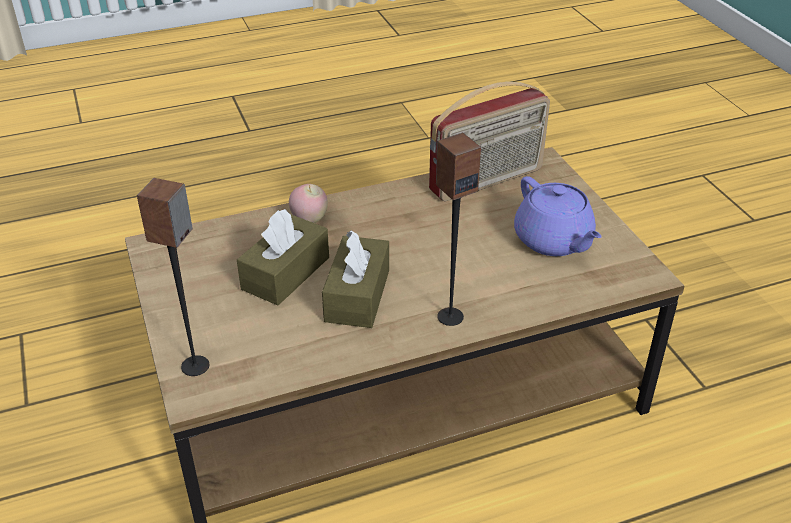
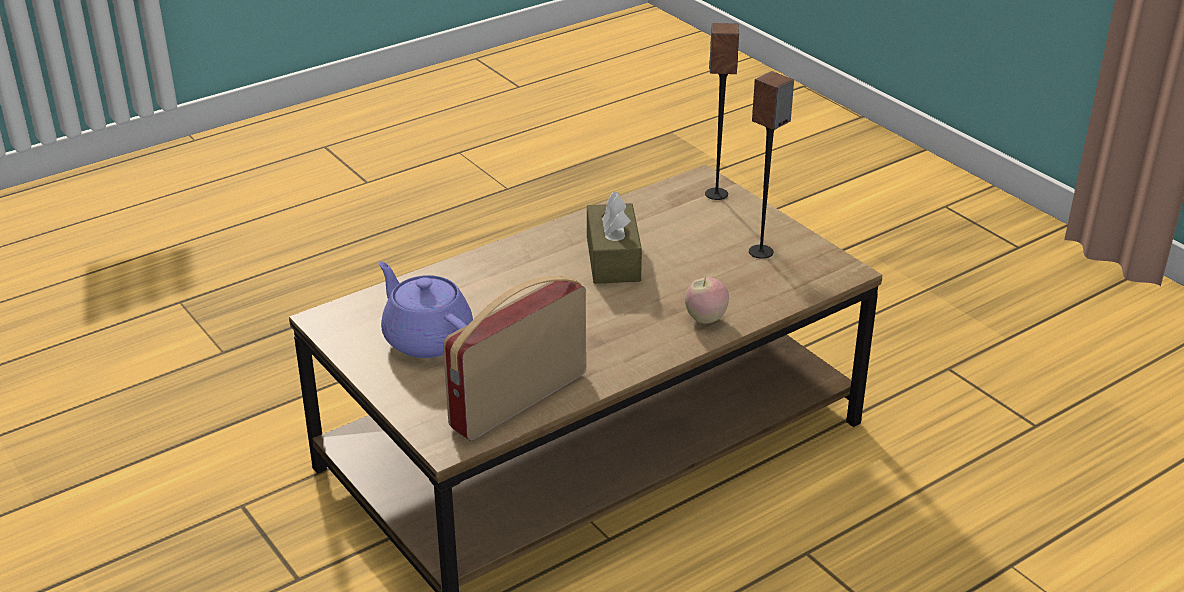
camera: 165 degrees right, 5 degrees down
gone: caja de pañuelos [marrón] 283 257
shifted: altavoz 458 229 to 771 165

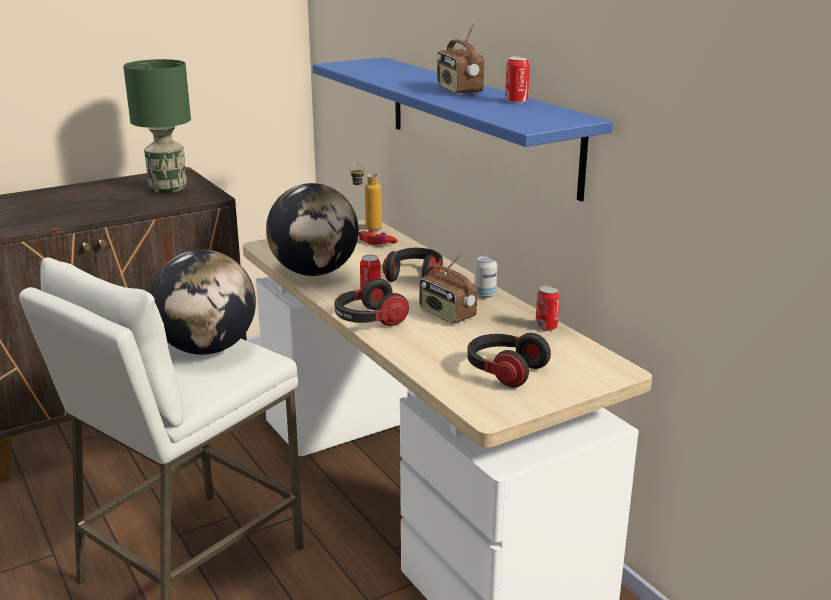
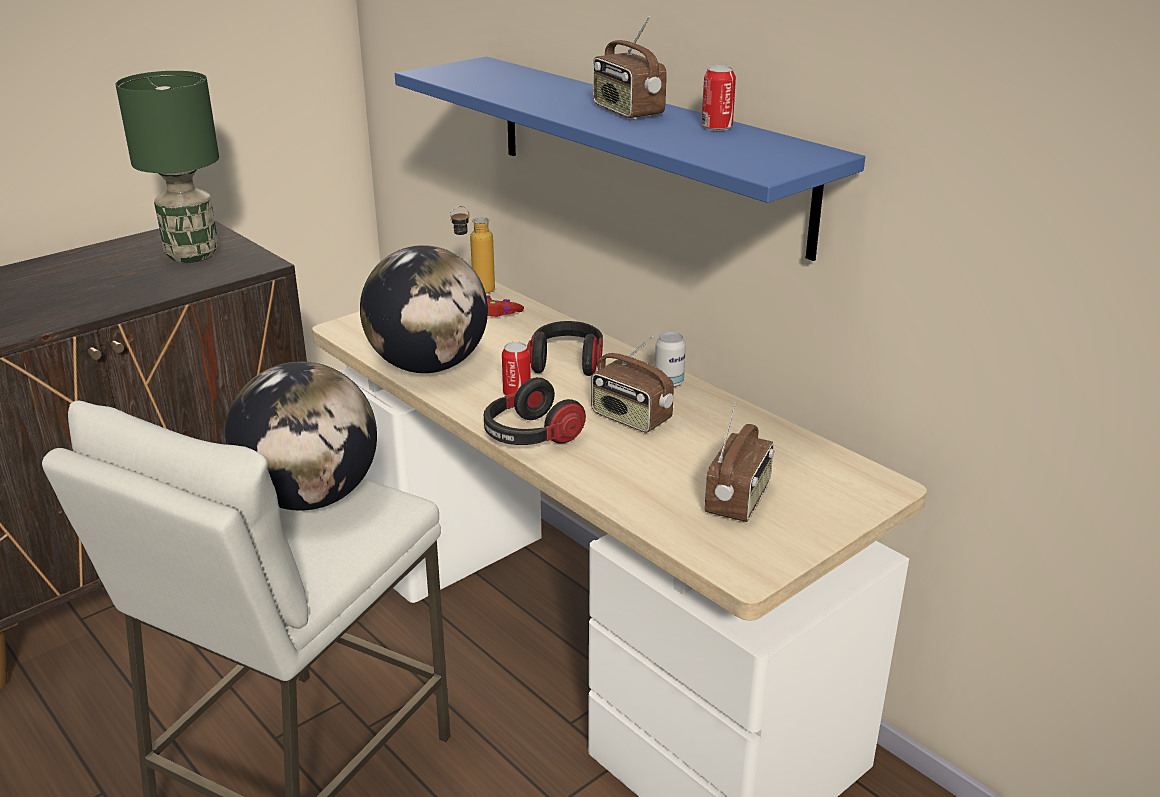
camera: 10 degrees left, 5 degrees up
gone: lata 547 308
swapped: auriculares 509 360 to radio 739 462

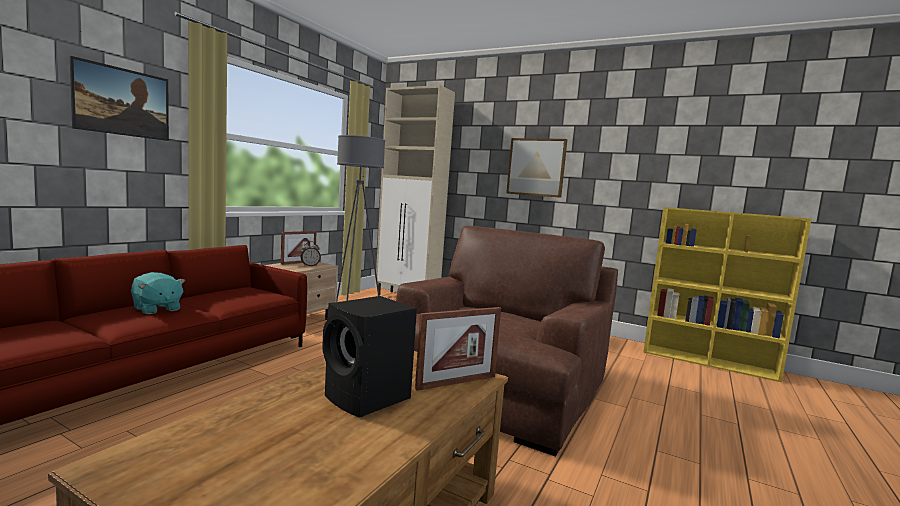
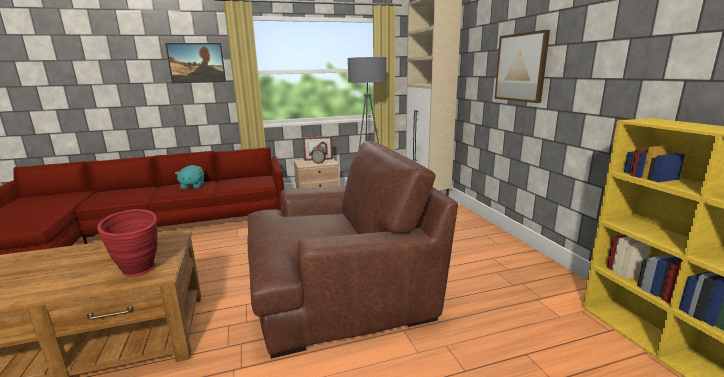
camera: 45 degrees right, 10 degrees up
gone: altavoz [negro] 369 357
swapped: portarretratos 458 349 to florero [rojo] 127 243

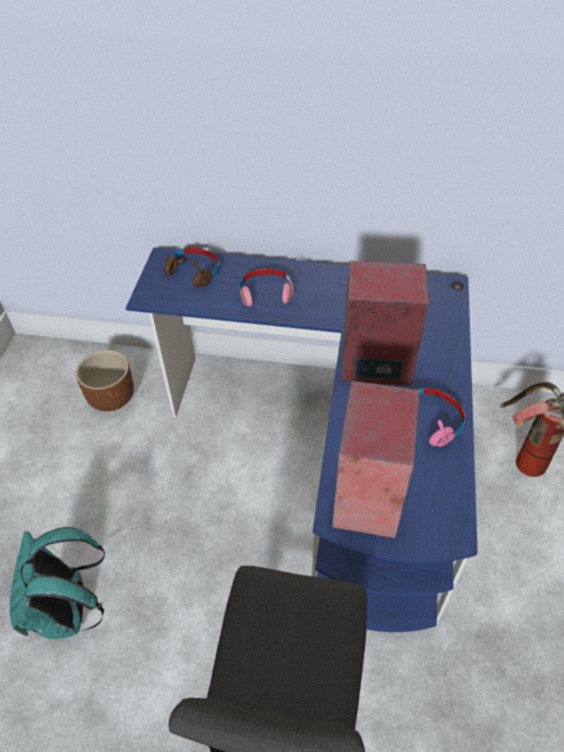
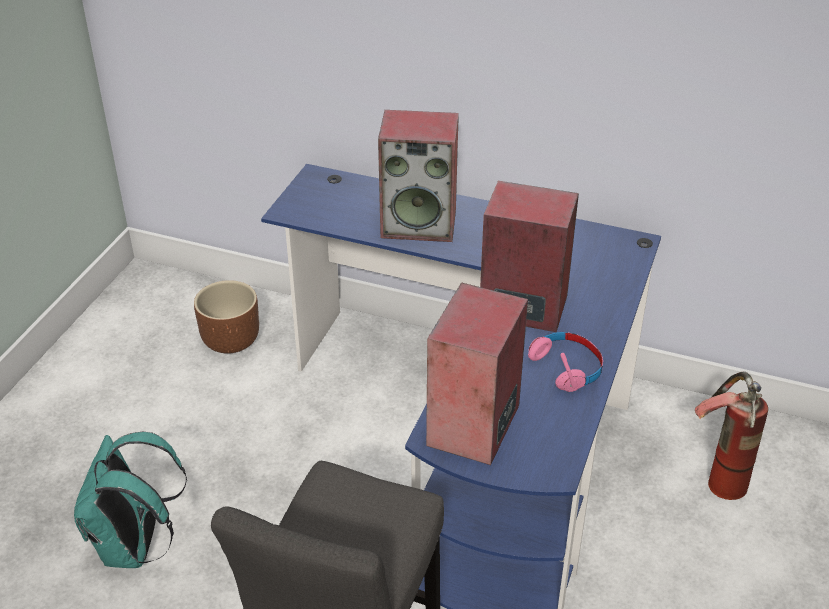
camera: 10 degrees right, 10 degrees down
gone: auriculares [marrón] 191 267
swapped: auriculares [rosa] 265 287 to altavoz 418 176

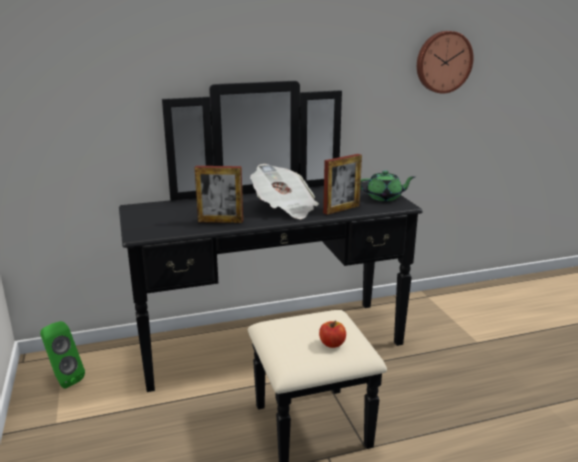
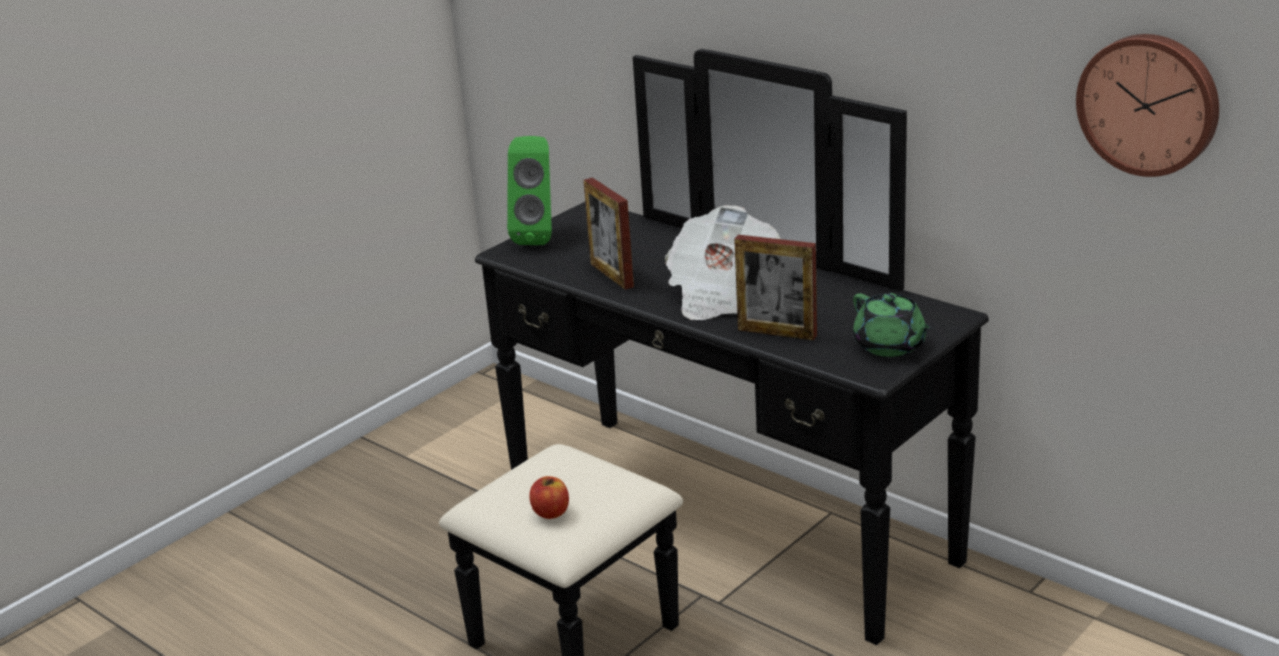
camera: 60 degrees right, 5 degrees up
shifted: altavoz [verde] 62 354 to 529 190

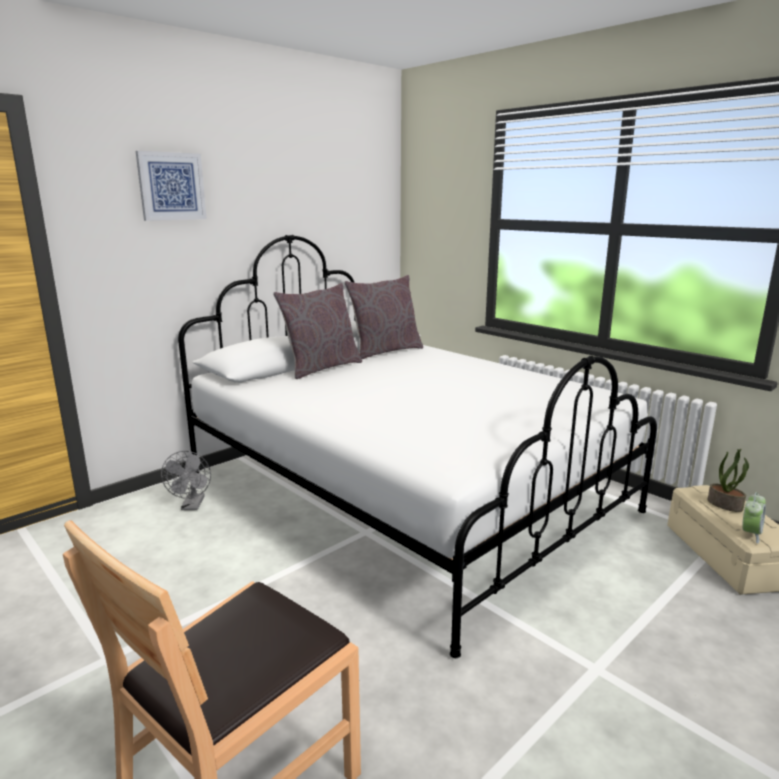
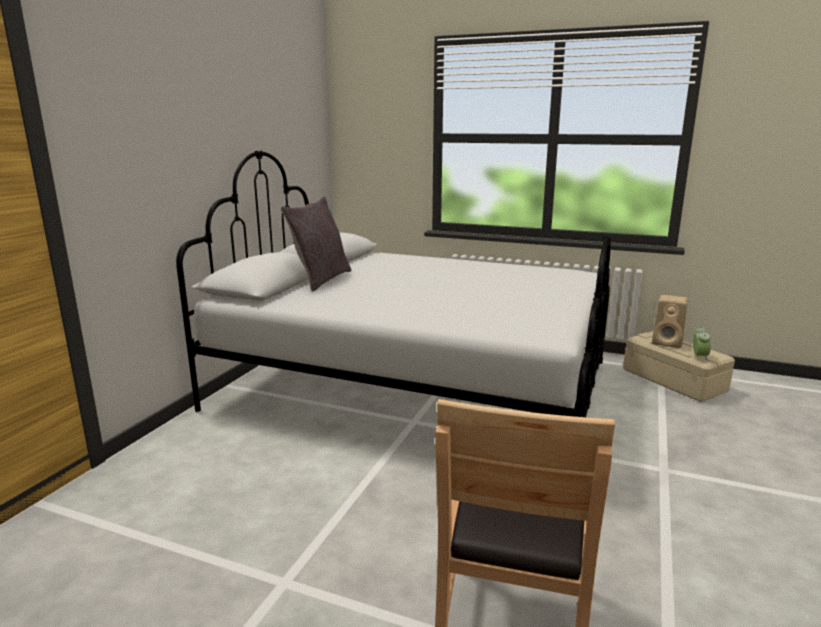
camera: 25 degrees left, 0 degrees up
gone: cuadro 171 186; ventilador [gris] 186 480; cojín [gris] 383 317
swapped: planta en maceta 728 480 to altavoz [beis] 670 321

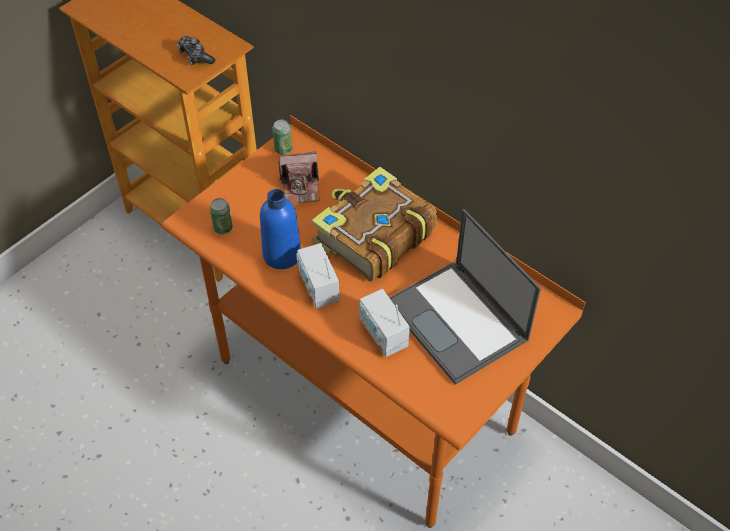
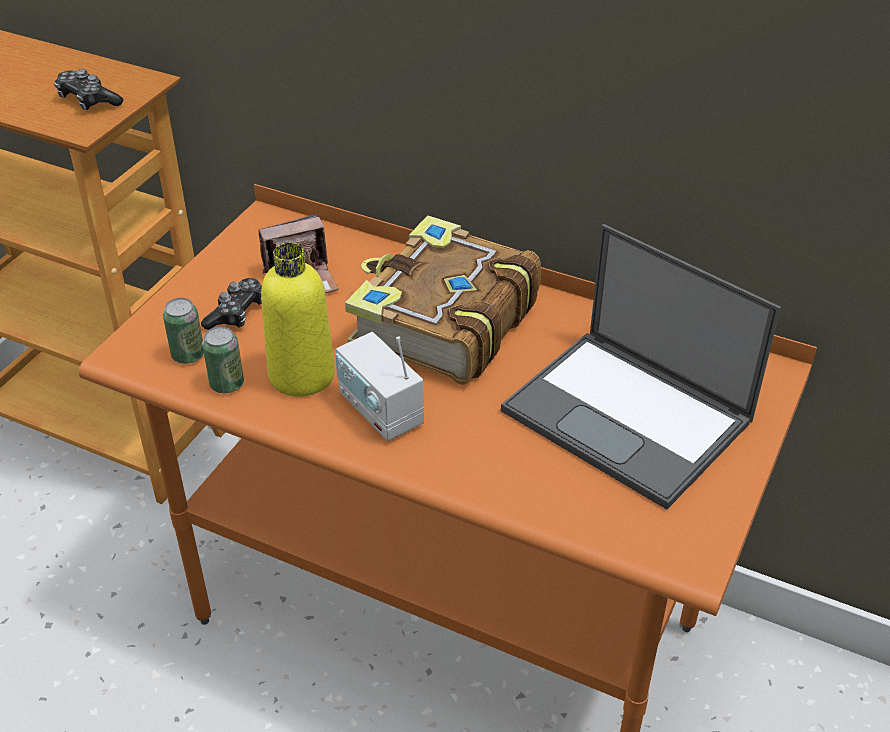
camera: 15 degrees left, 10 degrees down
gone: radio 384 323
new: mando de consola 231 304
shifted: lata 282 137 to 223 359
repainted: botella [azul] 280 229 to botella [amarillo] 298 319

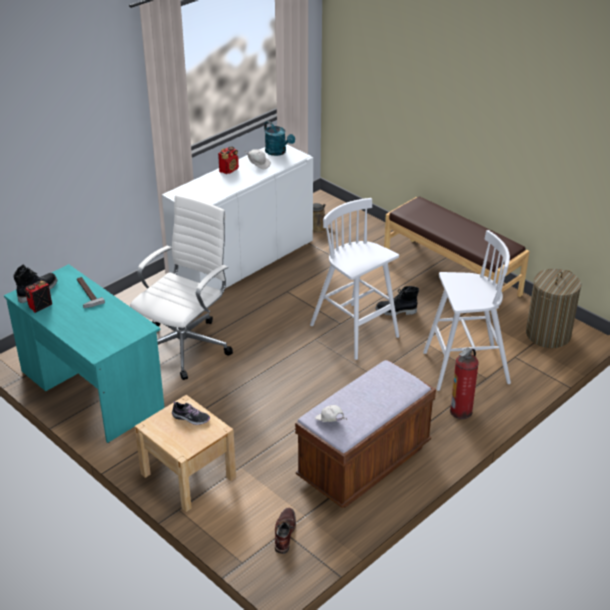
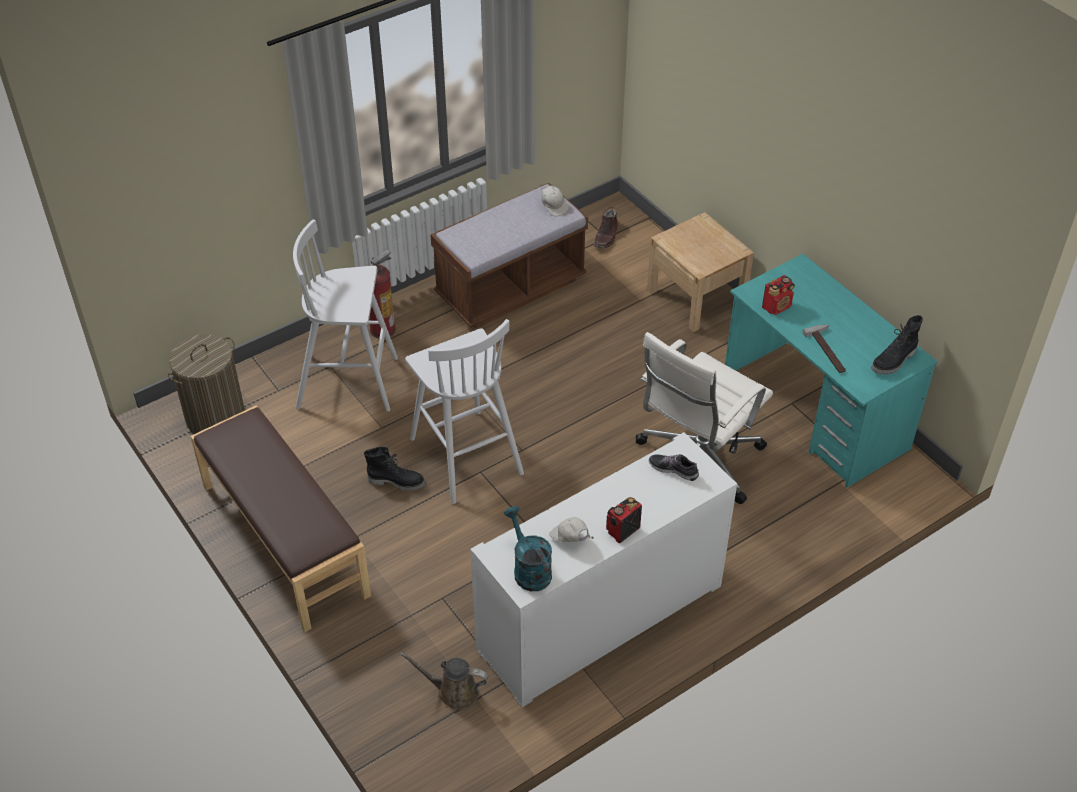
camera: 170 degrees left, 10 degrees up
shifted: radio 38 296 to 778 295; zapato 191 413 to 674 467

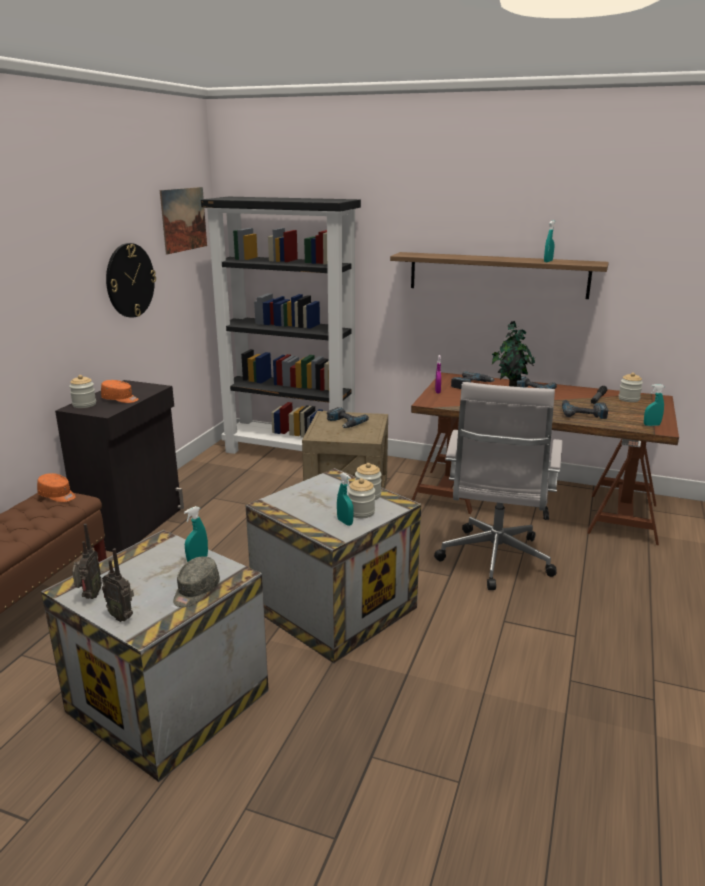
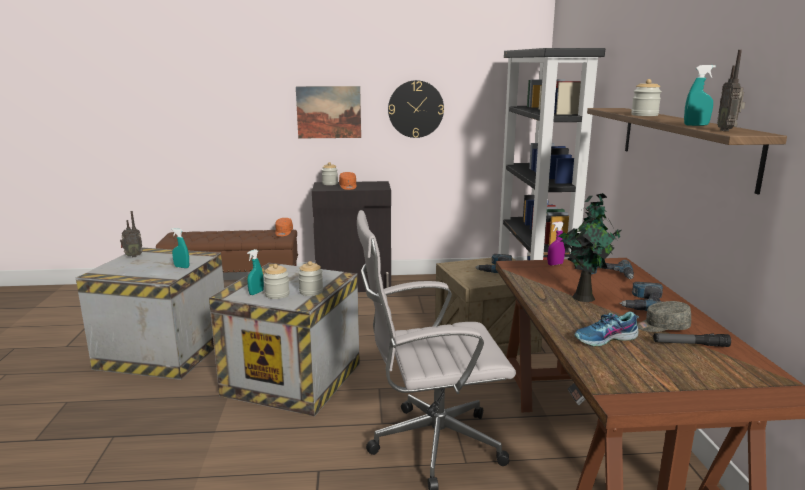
camera: 65 degrees right, 5 degrees down
gone: pulverizador [turquesa] 654 405
shifted: radio 118 585 to 731 90; cuadro 183 221 to 328 112; gorra [gris] 196 581 to 664 316; tarro 631 387 to 646 97
swapped: taladro 585 409 to zapato 606 329

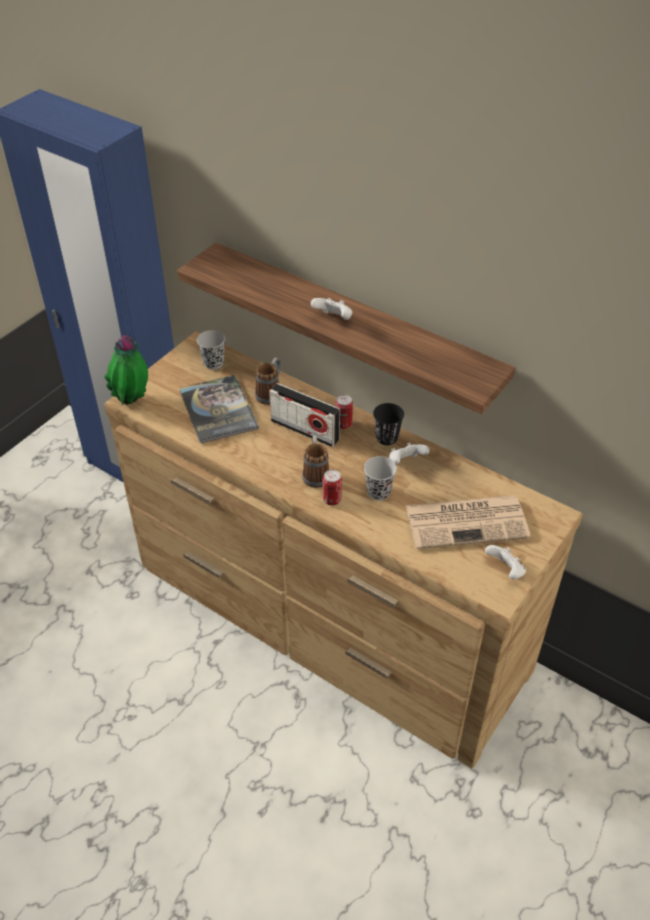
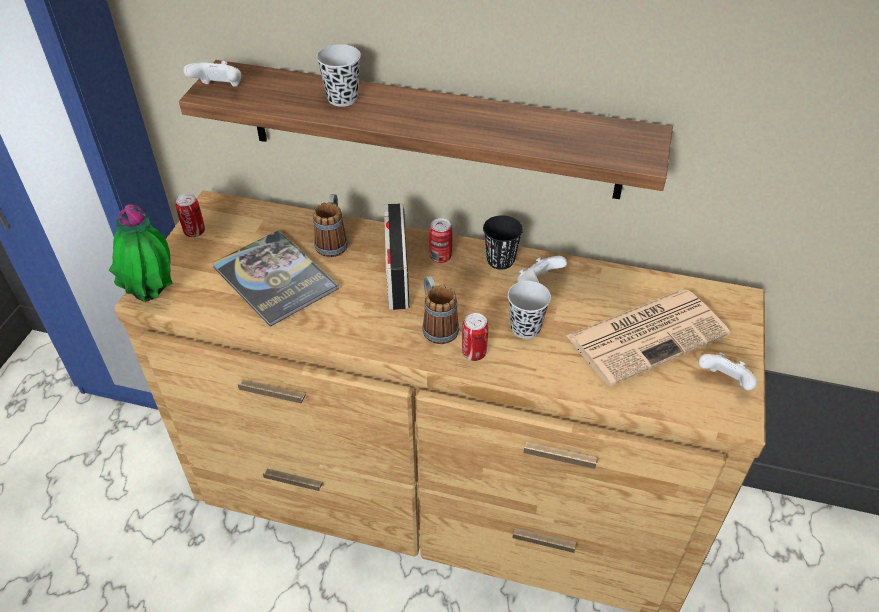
camera: 20 degrees left, 0 degrees up
new: lata 190 215
shifted: taza [negro] 211 350 to 338 75; mando de consola [blanco] 332 309 to 212 74
rotated: radio 304 415 = 396 257 75 degrees clockwise

